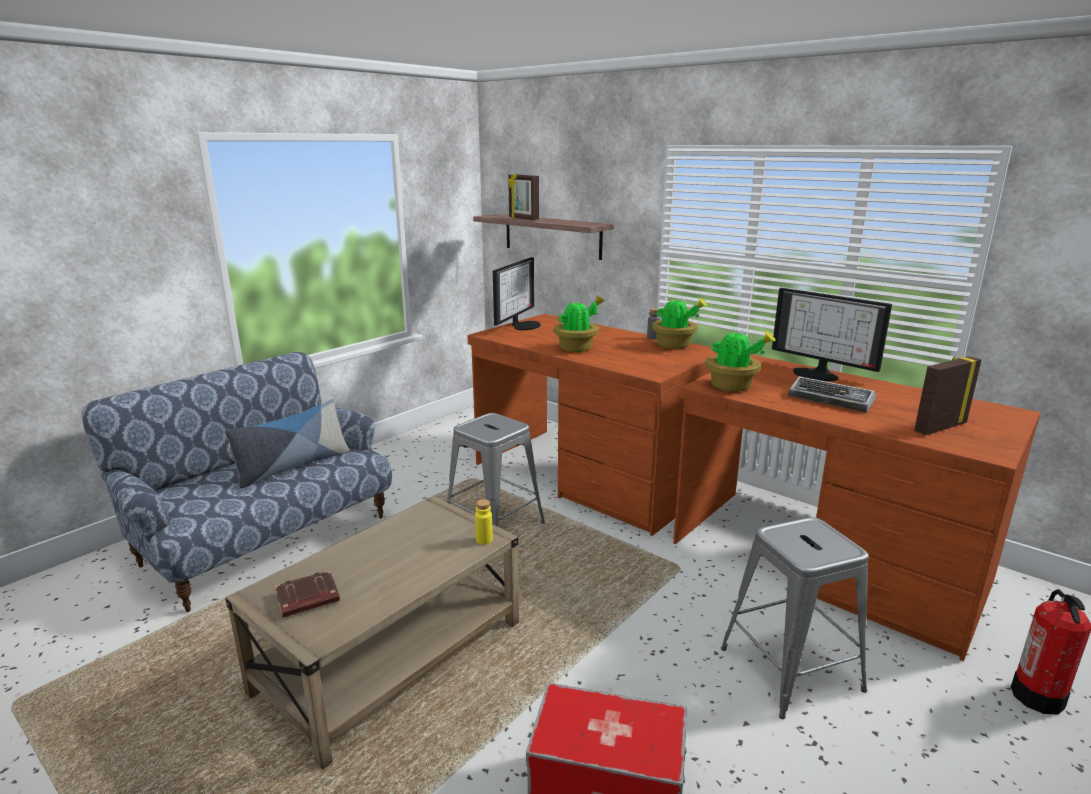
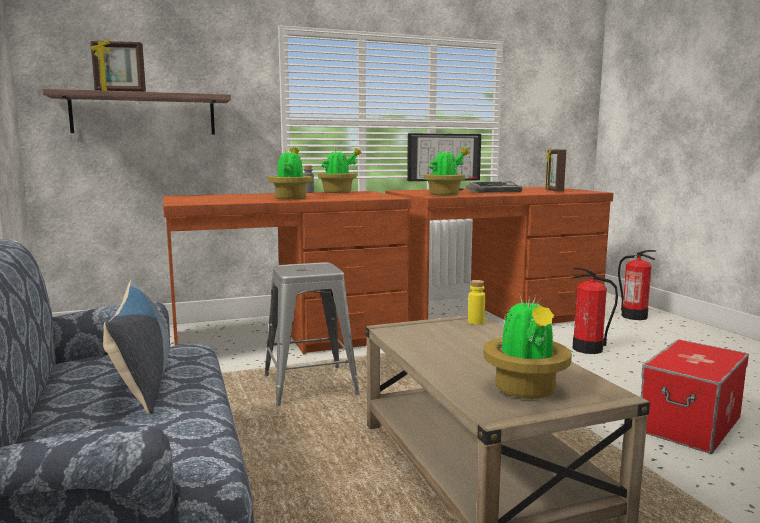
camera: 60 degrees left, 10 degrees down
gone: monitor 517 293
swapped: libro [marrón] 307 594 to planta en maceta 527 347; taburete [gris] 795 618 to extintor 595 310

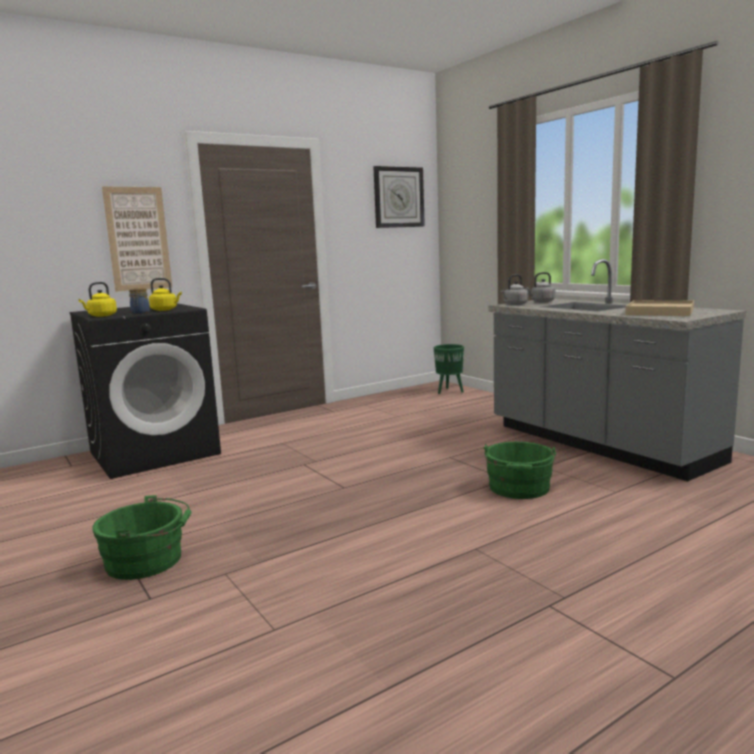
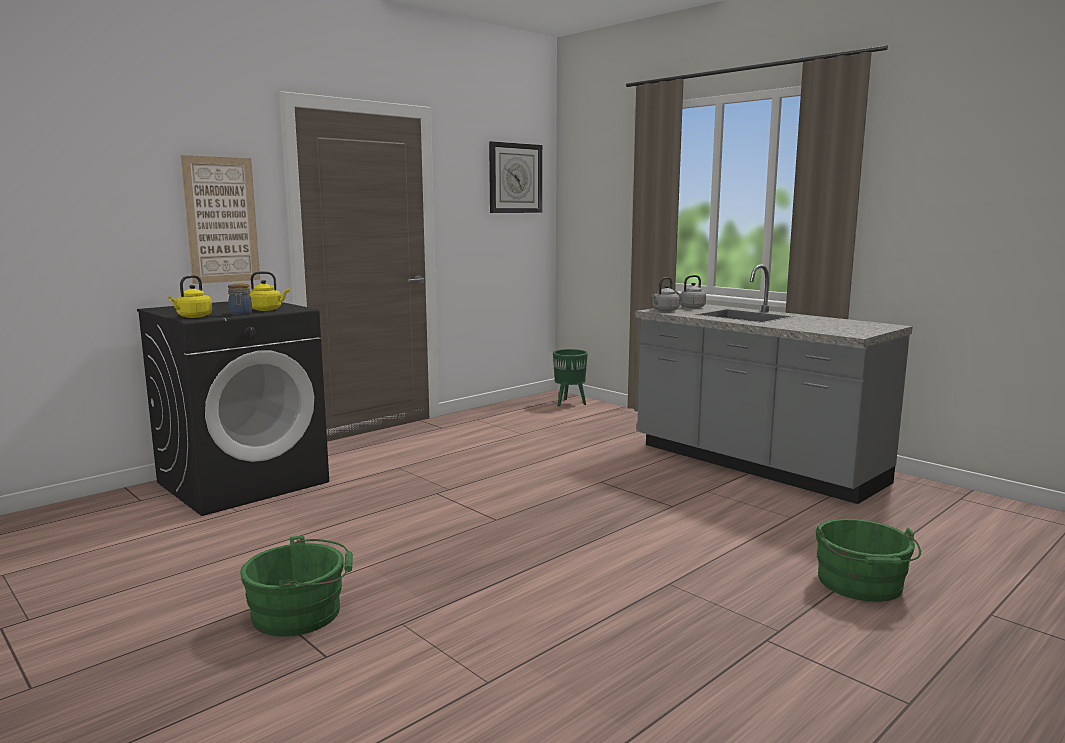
camera: 10 degrees left, 0 degrees up
gone: bandeja [beis] 659 308
shifted: cubo [verde] 519 470 to 868 560

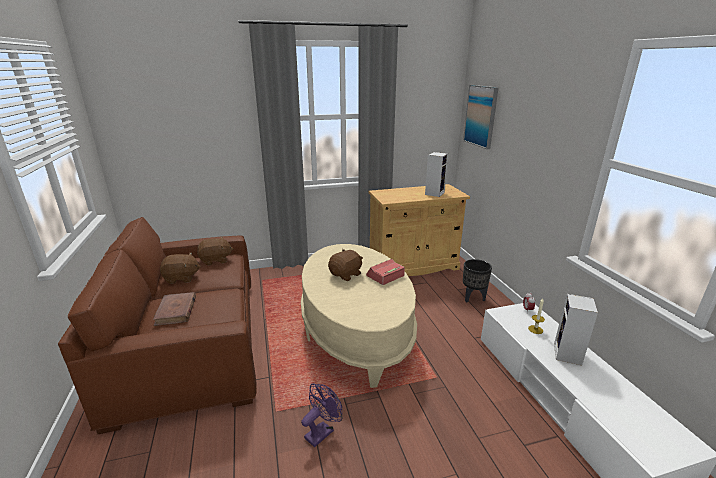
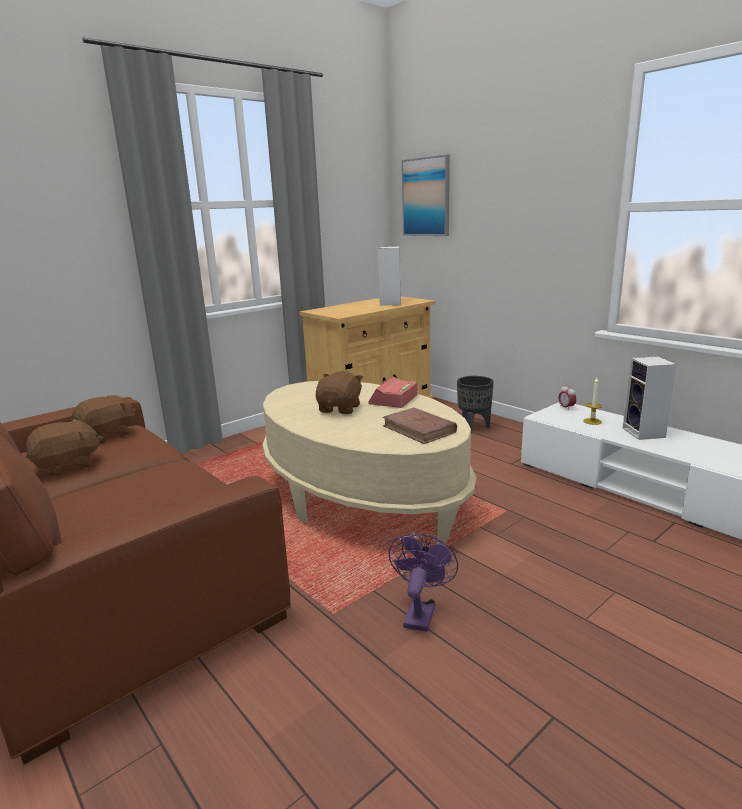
camera: 25 degrees left, 5 degrees down
shifted: libro [marrón] 174 309 to 420 426

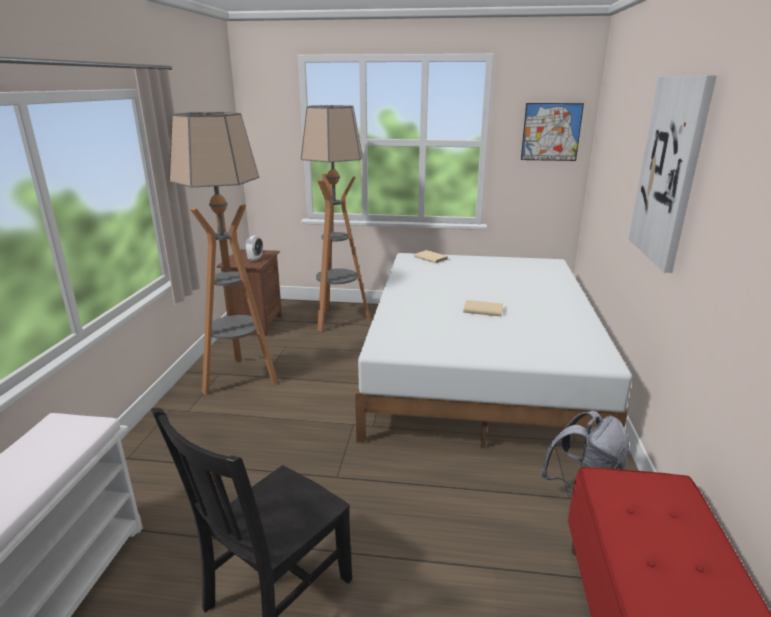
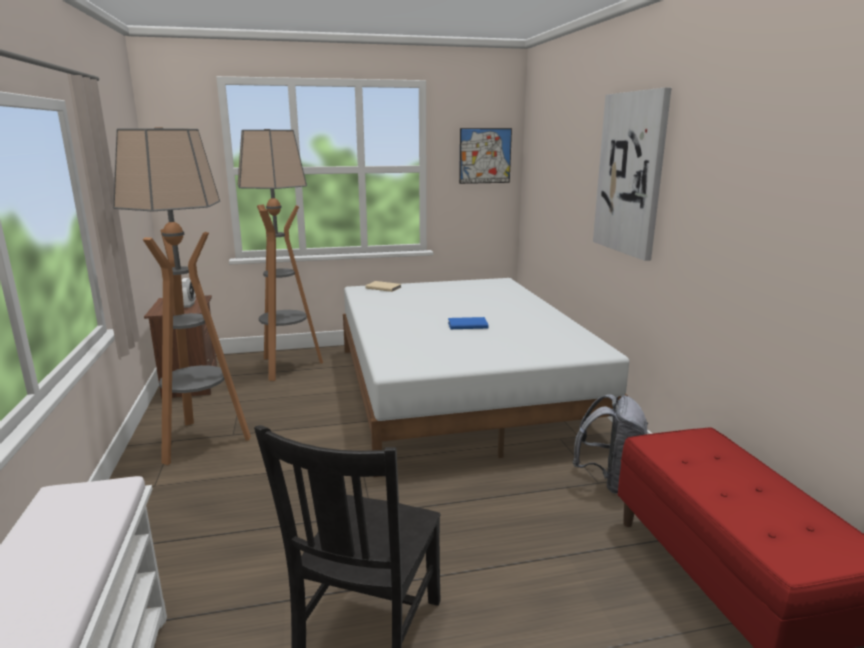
camera: 20 degrees left, 5 degrees down
repainted: libro [beis] 483 308 to libro [azul] 468 323

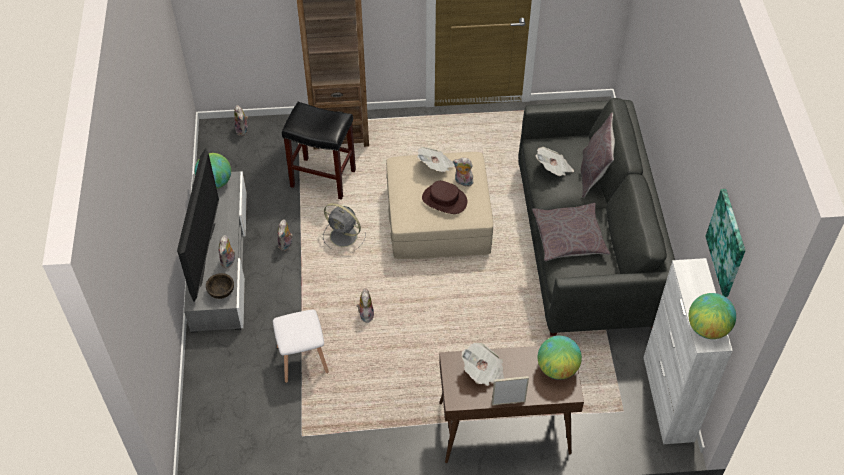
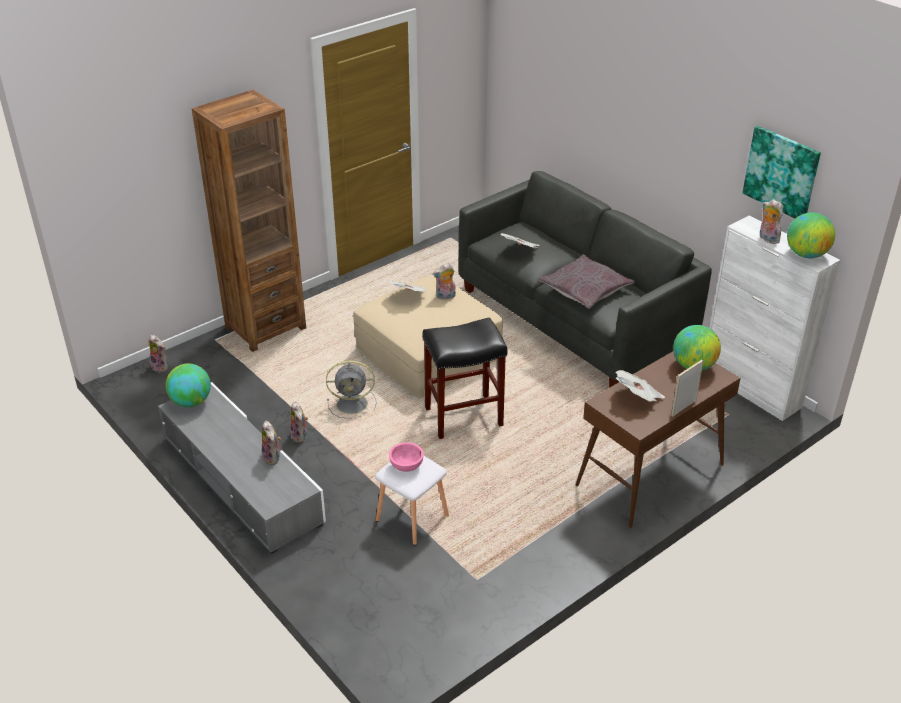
camera: 35 degrees left, 15 degrees down
gone: televisor 198 225; cuenco [marrón] 220 286; sombrero [marrón] 444 197; cojín [gris] 598 155
new: cuenco [rosa] 406 457
shifted: taburete [negro] 319 151 to 464 378; peluche 365 305 to 771 221

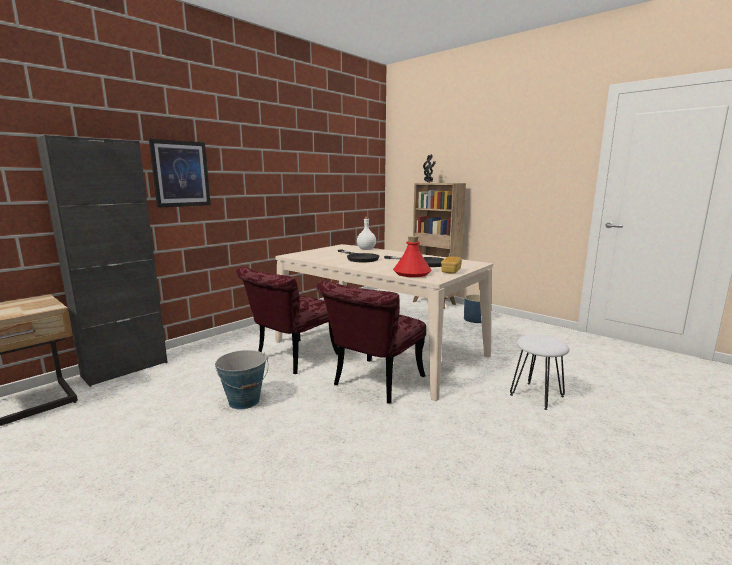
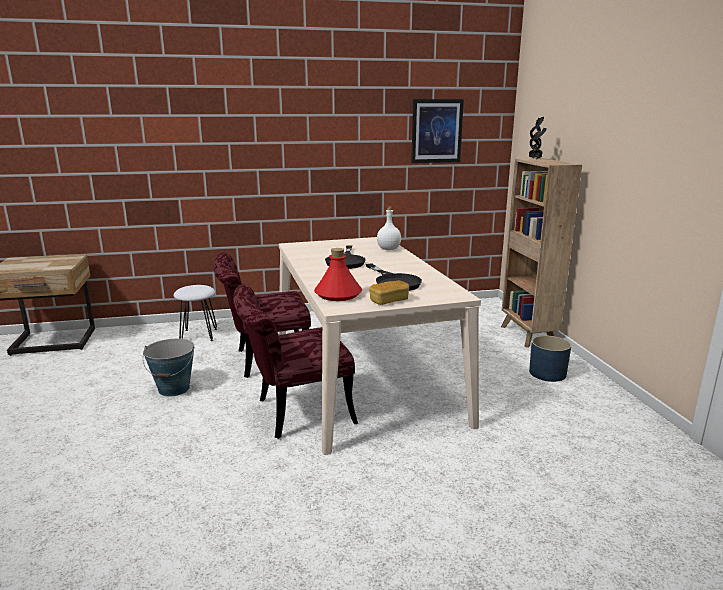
camera: 35 degrees right, 5 degrees up
gone: armario [negro] 102 261
shifted: cuadro 180 173 to 437 131; taburete [blanco] 539 372 to 195 313

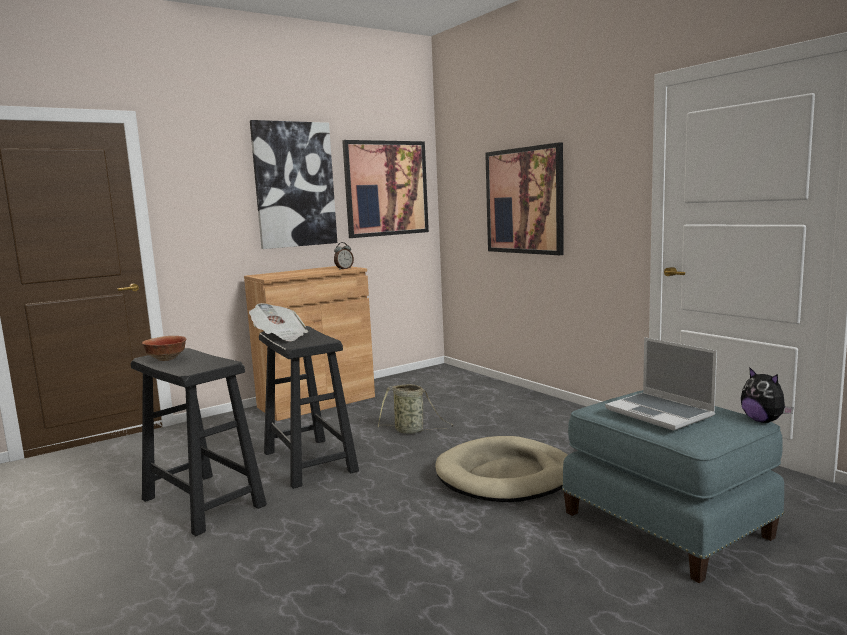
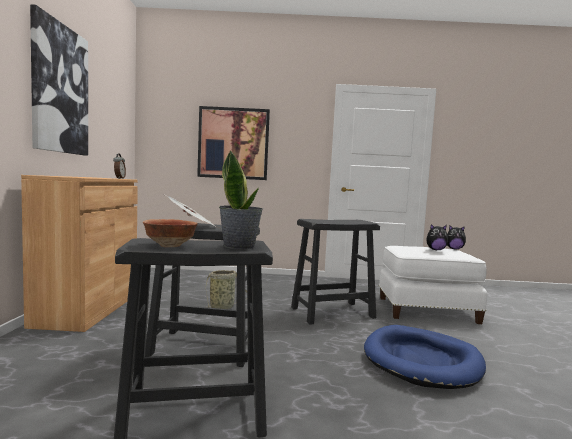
camera: 55 degrees left, 5 degrees down
gone: cuadro 385 189
new: planta en maceta 241 199; cama para perro [azul] 425 357
swapped: cama para perro [beis] 501 469 to taburete [negro] 335 272; portátil 661 384 to peluche 437 237
repainted: puf [azul] 673 486 to puf [blanco] 433 285

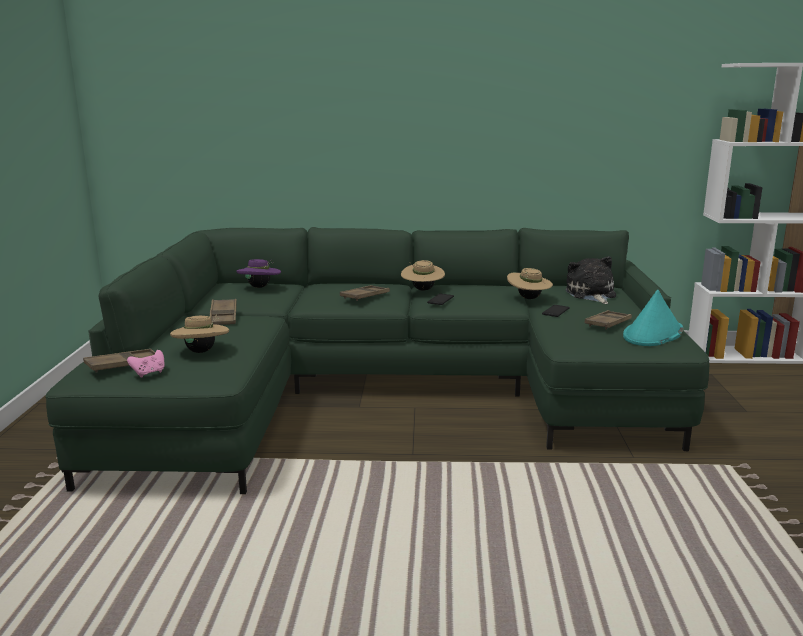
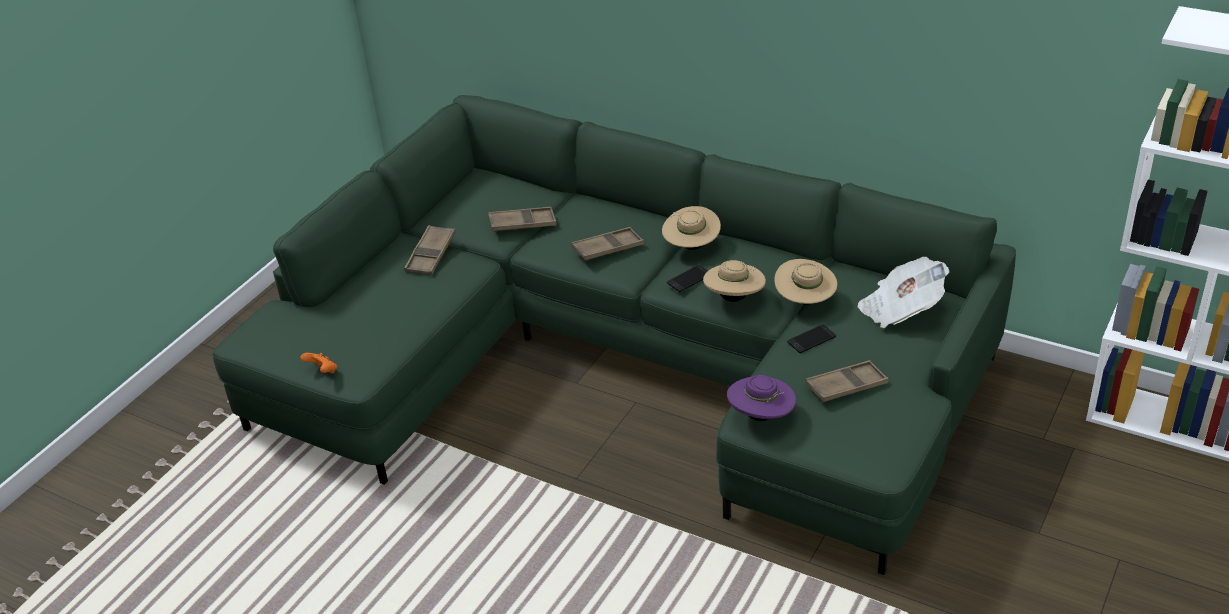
camera: 30 degrees right, 20 degrees up
gone: mando de consola [rosa] 145 363; sombrero [turquesa] 653 318
new: mando de consola [naranja] 318 363
shifted: bandeja [marrón] 119 361 to 522 219; sombrero [beis] 199 333 to 734 281; sombrero [morado] 259 273 to 761 398
swapped: peluche 591 280 to periódico 904 292

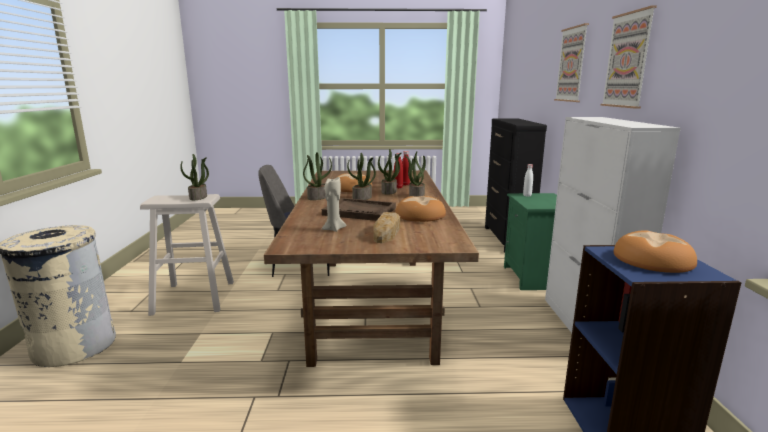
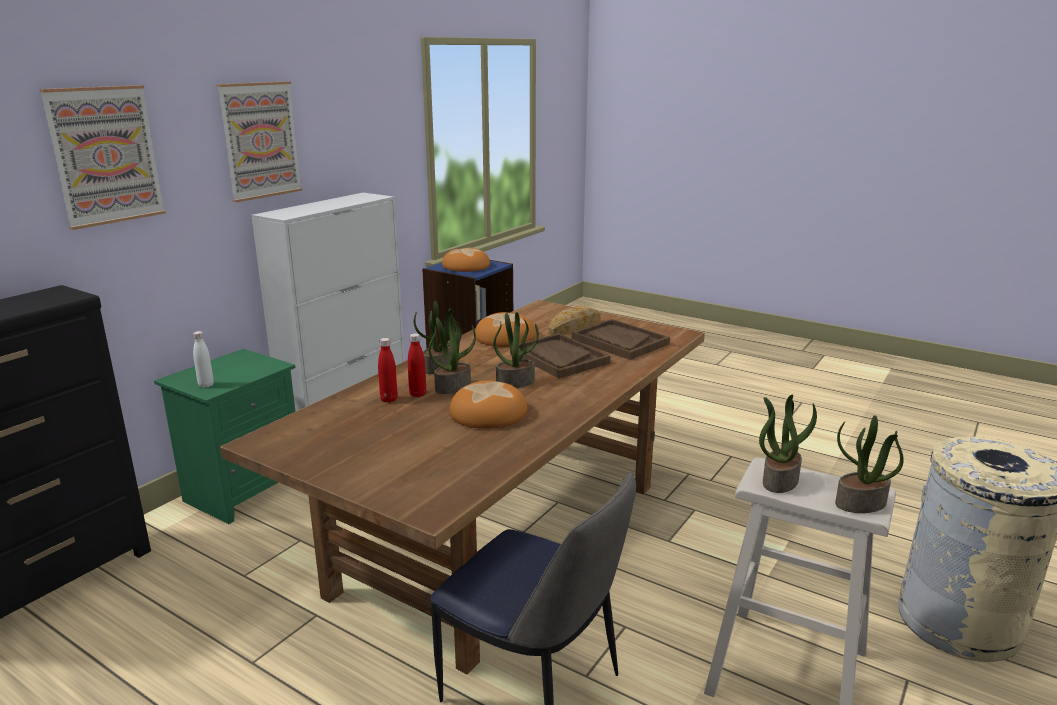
camera: 145 degrees left, 5 degrees up
shifted: planta en maceta 317 176 to 869 464
swapped: vela [beis] 334 204 to bandeja [marrón] 621 339

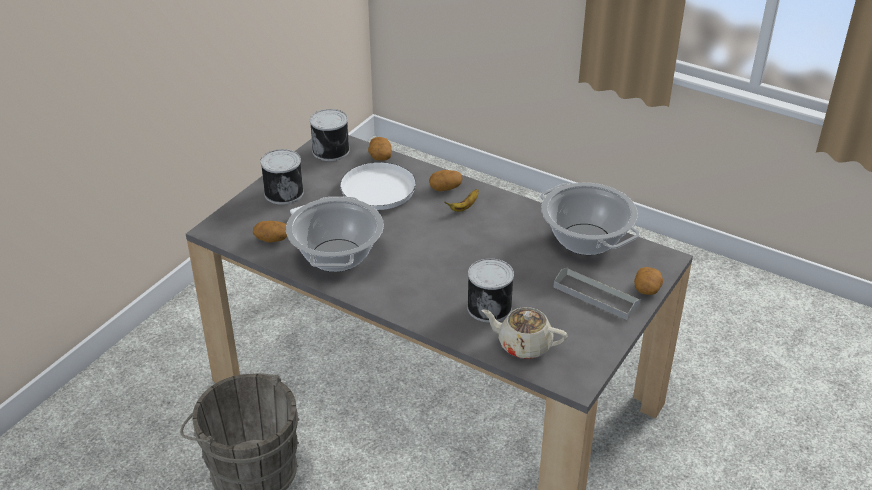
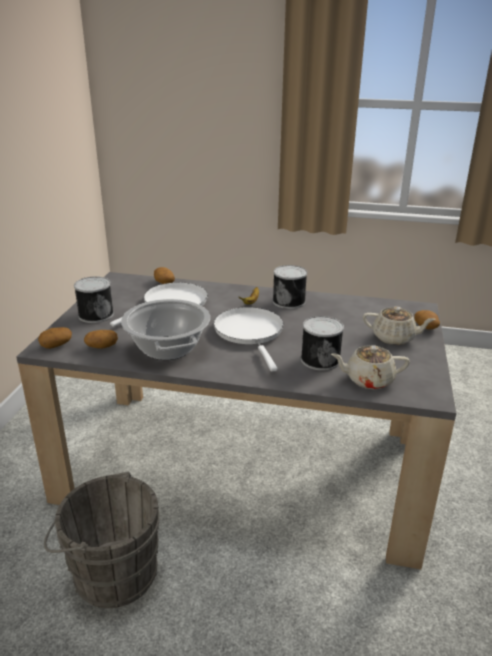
camera: 20 degrees left, 10 degrees down
gone: olla 590 219
new: sartén [blanco] 249 339
shifted: lata 330 135 to 290 287; patata 446 180 to 55 338
swapped: bandeja [gris] 597 293 to tetera [beis] 399 325

